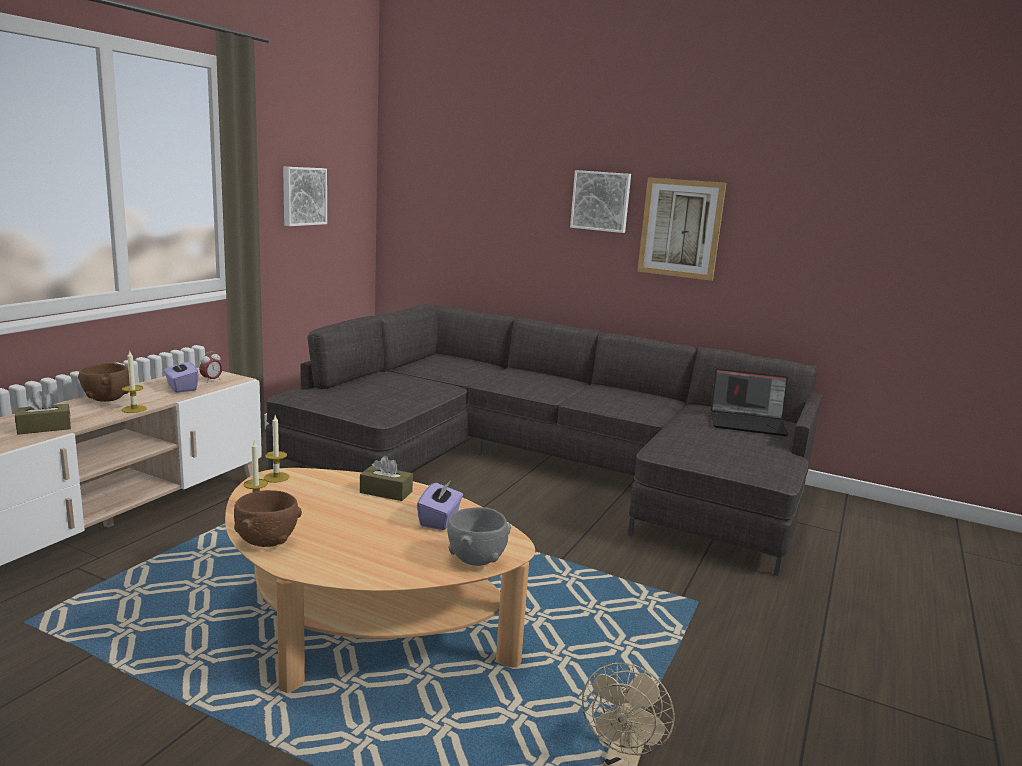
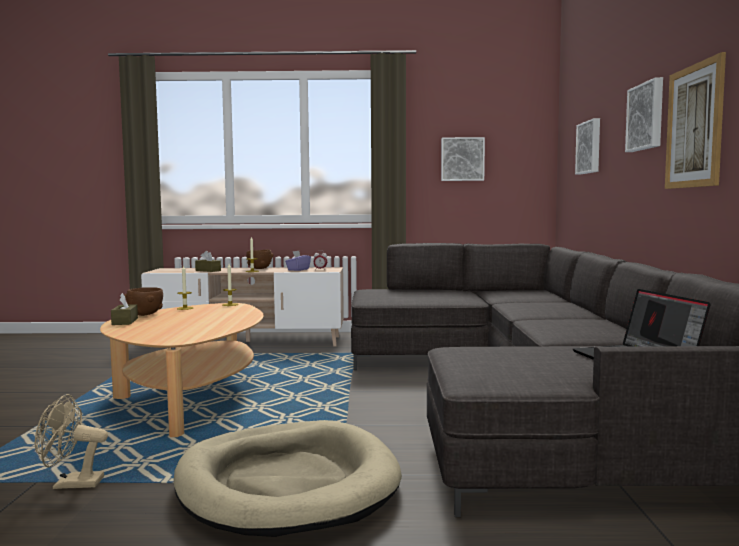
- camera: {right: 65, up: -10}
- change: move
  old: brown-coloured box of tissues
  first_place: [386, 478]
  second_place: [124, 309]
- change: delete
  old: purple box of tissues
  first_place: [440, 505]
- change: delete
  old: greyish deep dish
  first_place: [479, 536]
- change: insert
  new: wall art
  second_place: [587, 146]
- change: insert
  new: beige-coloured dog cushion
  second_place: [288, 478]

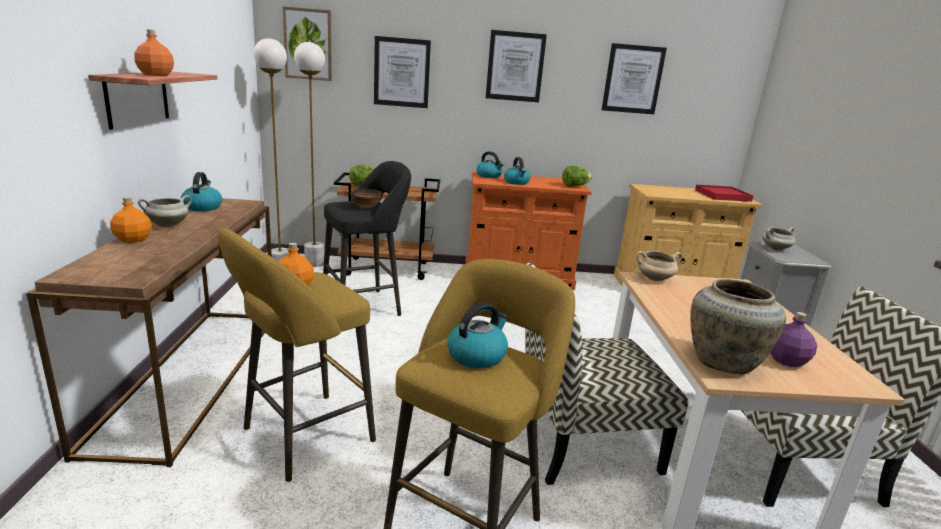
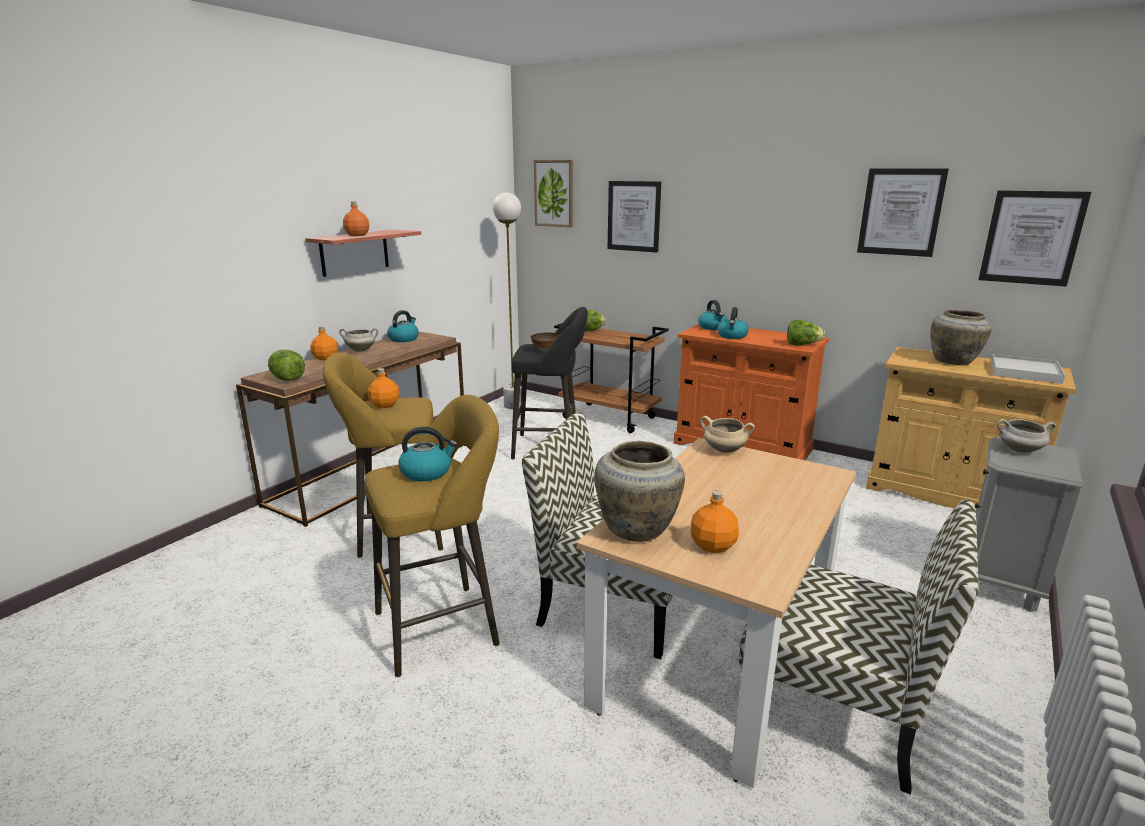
- camera: {right: 35, up: 0}
- change: move
  old: wall art
  first_place: [516, 66]
  second_place: [1034, 238]
- change: delete
  old: whitish standing lamp
  first_place: [309, 154]
- change: recolor
  old: reddish tray
  new: whitish tray
  first_place: [724, 193]
  second_place: [1028, 369]
- change: recolor
  old: purple drink bottle
  new: orange drink bottle
  first_place: [793, 339]
  second_place: [715, 521]
- change: insert
  new: beige-coloured flower vase
  second_place: [961, 337]
- change: insert
  new: lettuce
  second_place: [286, 365]

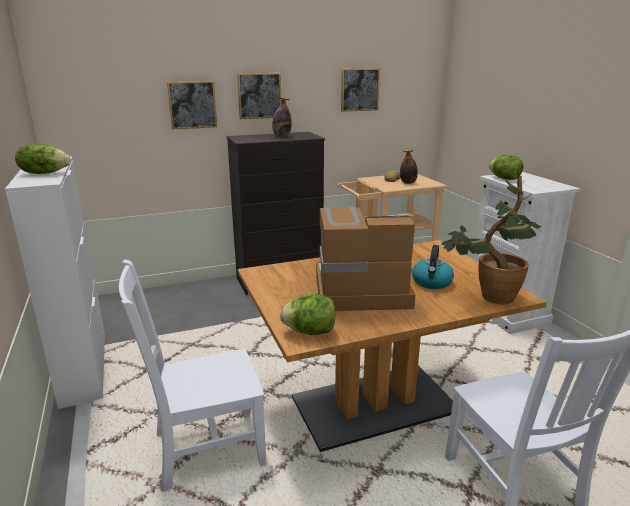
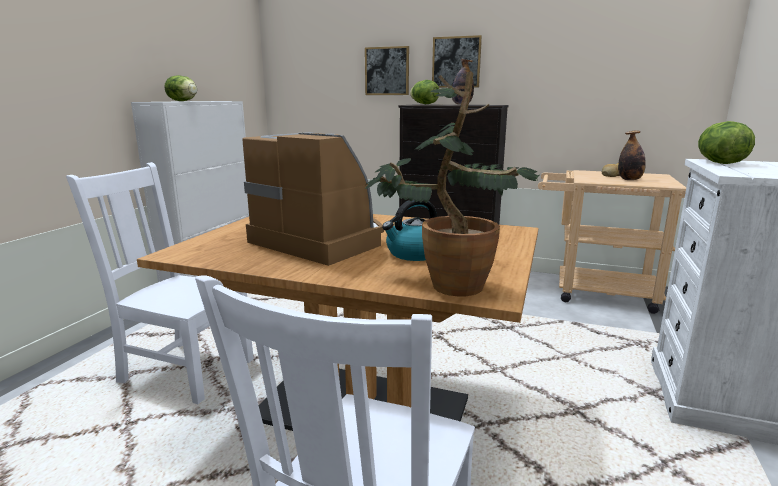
- camera: {right: 40, up: -5}
- change: delete
  old: wall art
  first_place: [360, 90]
- change: move
  old: lettuce
  first_place: [308, 314]
  second_place: [424, 92]

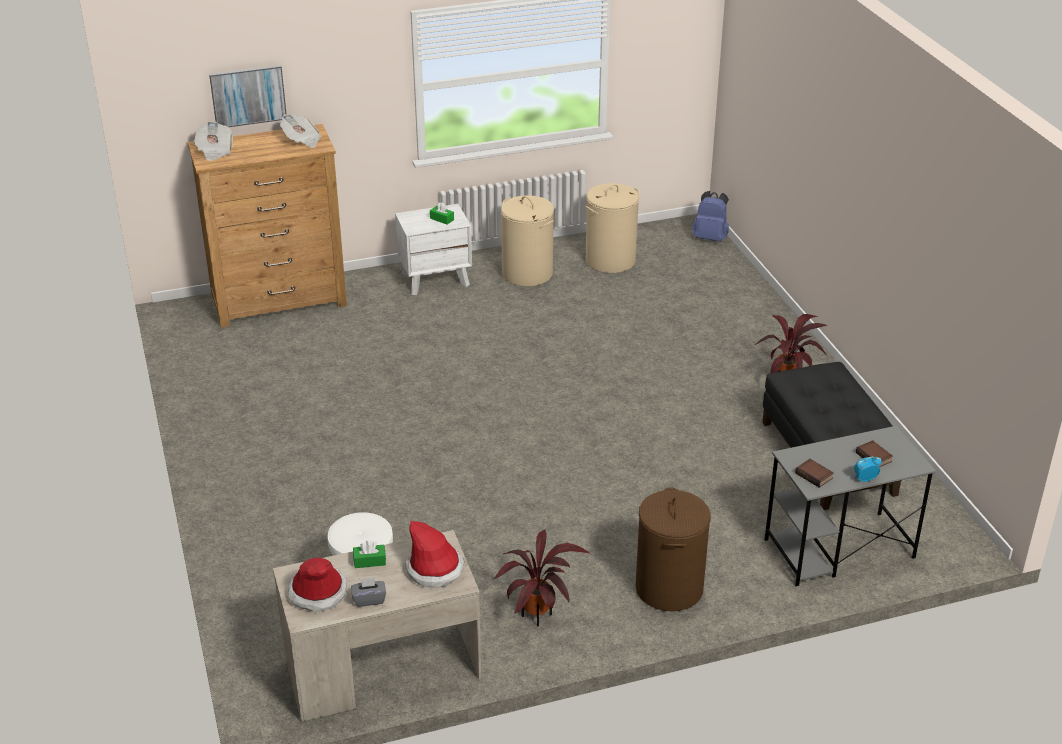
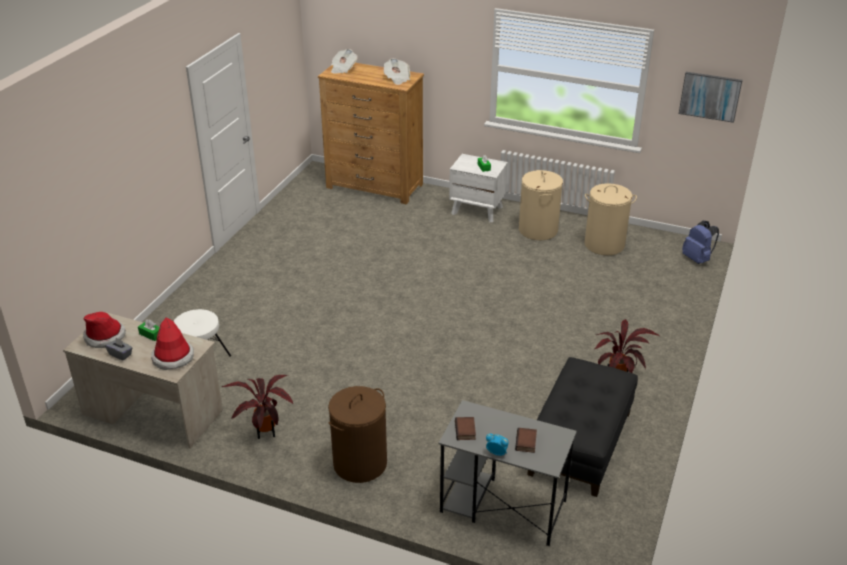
- camera: {right: 40, up: 0}
- change: move
  old: wall art
  first_place: [247, 96]
  second_place: [711, 97]

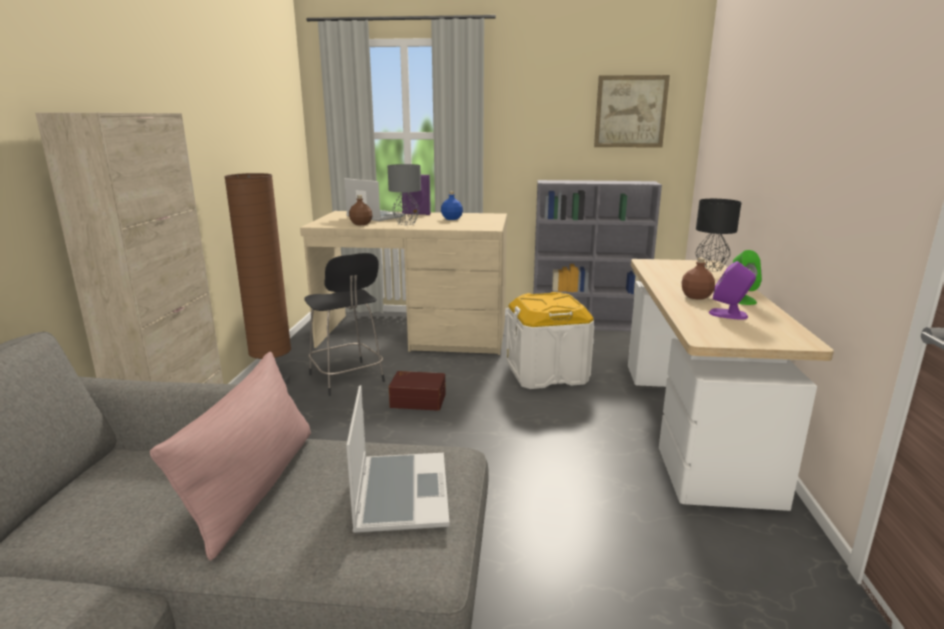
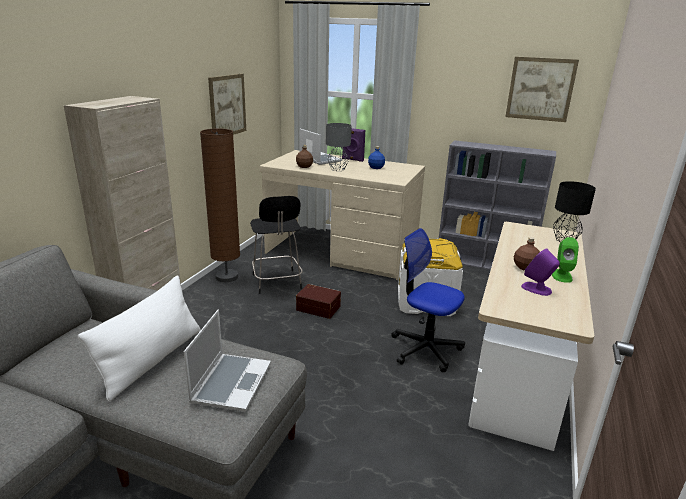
- camera: {right: 15, up: 5}
- change: recolor
  old: pink cushion
  new: whitish cushion
  first_place: [230, 455]
  second_place: [139, 338]
- change: insert
  new: wall art
  second_place: [227, 104]
- change: insert
  new: computer chair
  second_place: [428, 300]

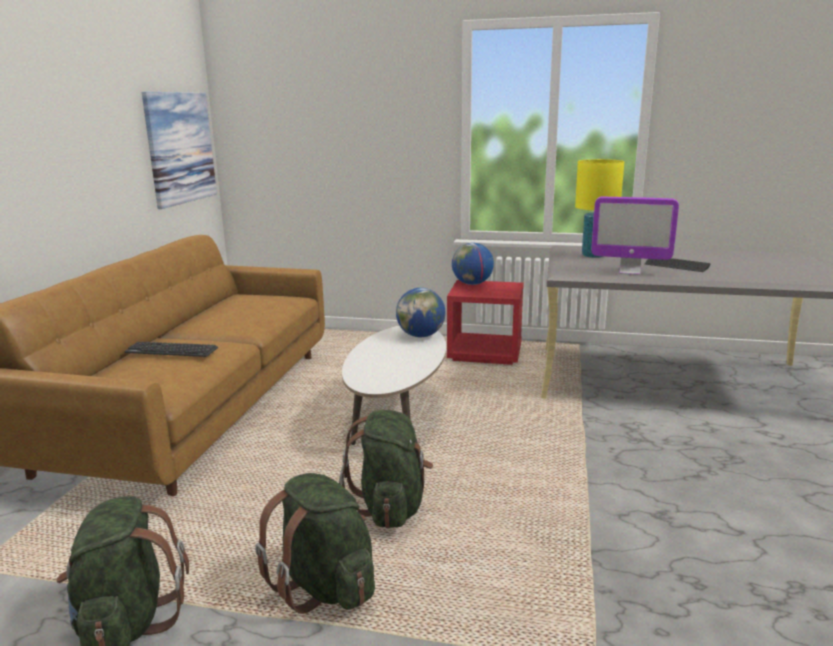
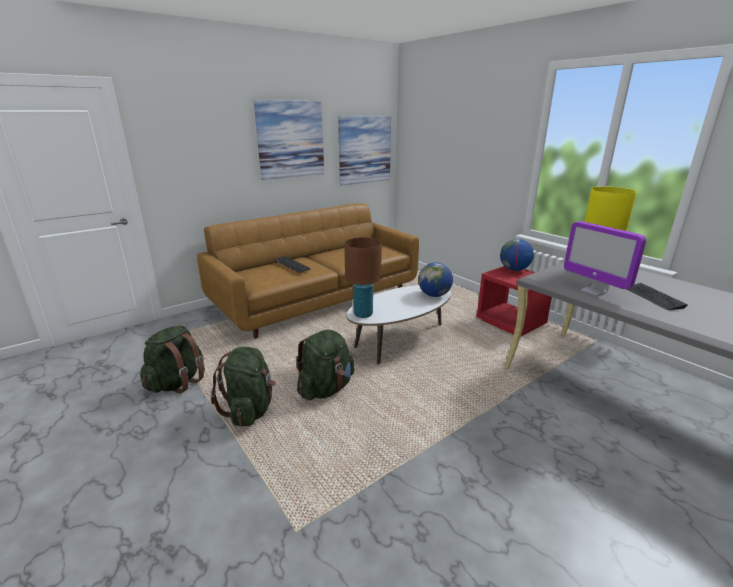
- camera: {right: 40, up: 5}
- change: insert
  new: wall art
  second_place: [289, 140]
- change: insert
  new: brown-coloured tabletop lamp
  second_place: [363, 277]

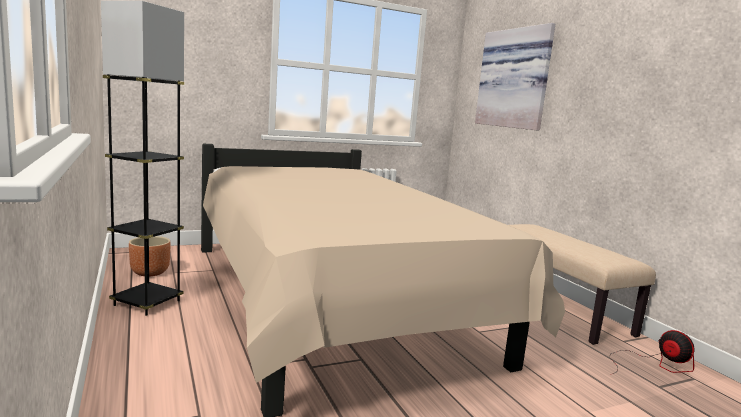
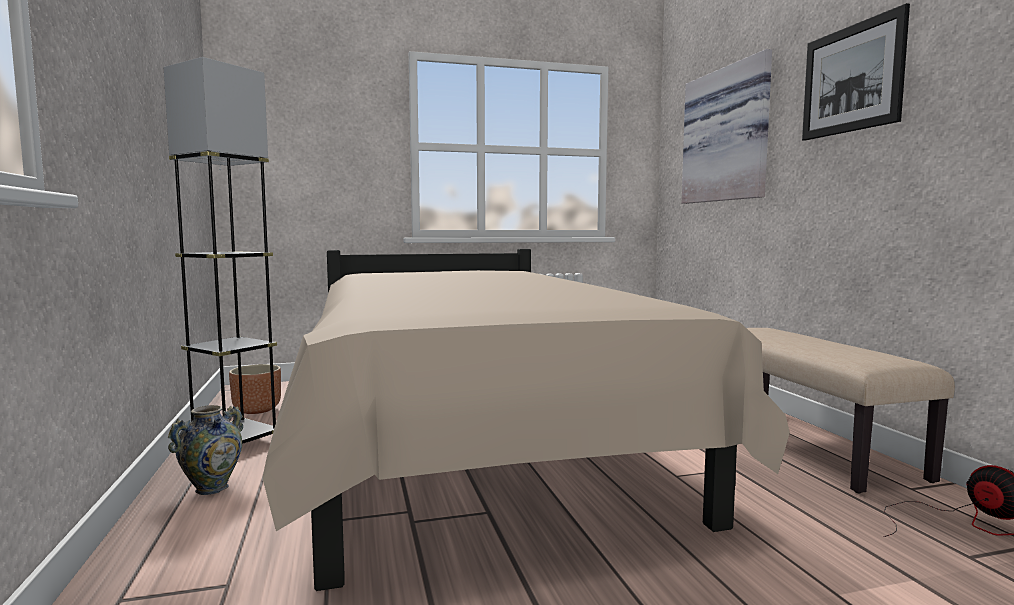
- camera: {right: 10, up: -5}
- change: insert
  new: wall art
  second_place: [856, 71]
- change: insert
  new: flower vase
  second_place: [205, 450]

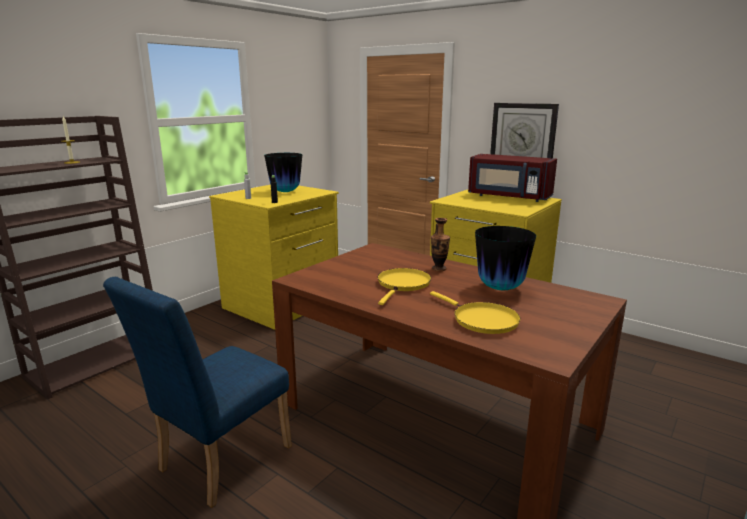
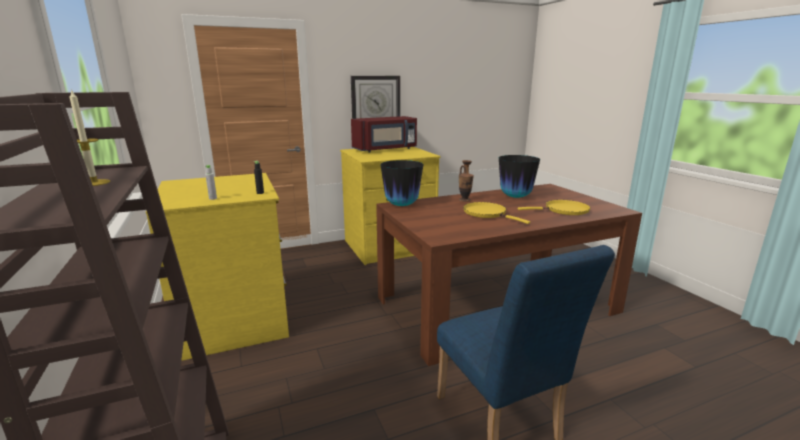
- camera: {right: -60, up: 0}
- change: move
  old: flower vase
  first_place: [283, 172]
  second_place: [401, 183]

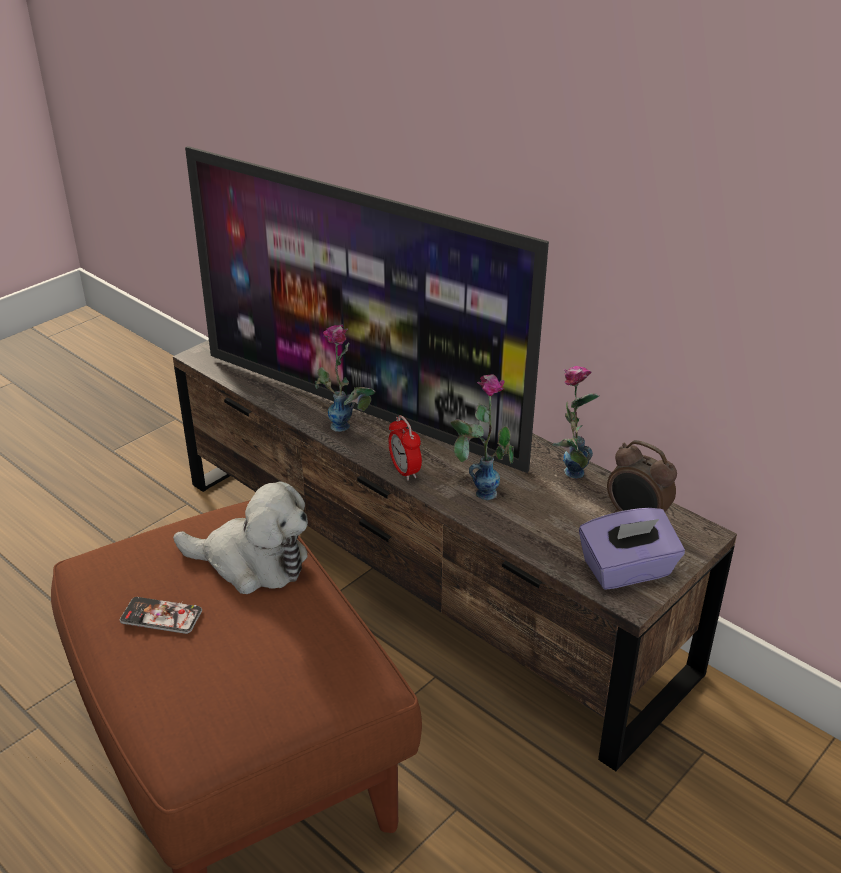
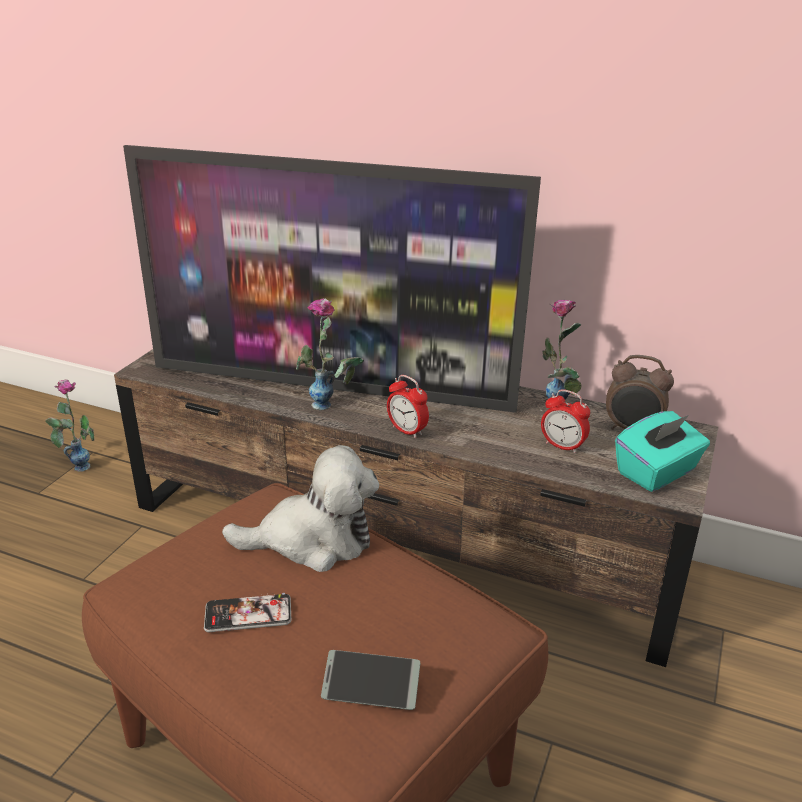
- camera: {right: -20, up: -5}
- change: move
  old: flower vase
  first_place: [482, 437]
  second_place: [70, 425]
- change: recolor
  old: purple box of tissues
  new: turquoise-coloured box of tissues
  first_place: [632, 549]
  second_place: [662, 451]
- change: insert
  new: bedside clock
  second_place: [565, 421]
- change: insert
  new: telephone
  second_place: [370, 680]

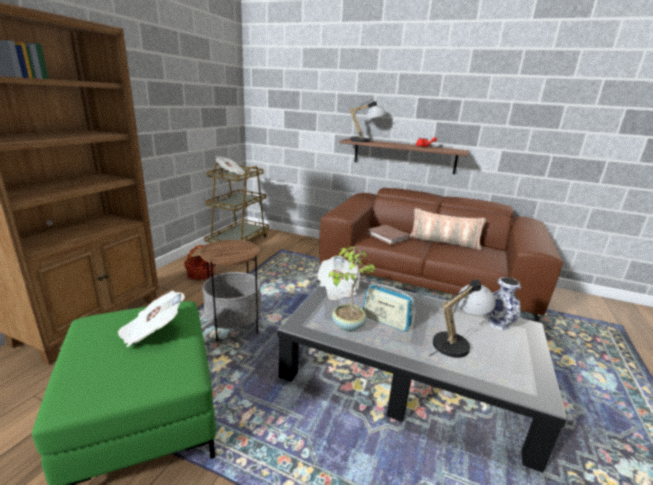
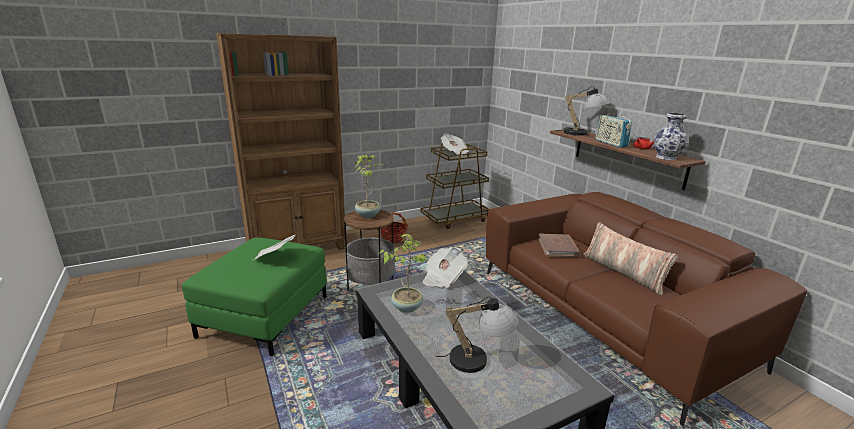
- camera: {right: 40, up: 0}
- change: move
  old: flower vase
  first_place: [503, 303]
  second_place: [670, 136]
- change: move
  old: radio receiver
  first_place: [388, 306]
  second_place: [613, 129]
- change: insert
  new: potted plant
  second_place: [369, 185]

